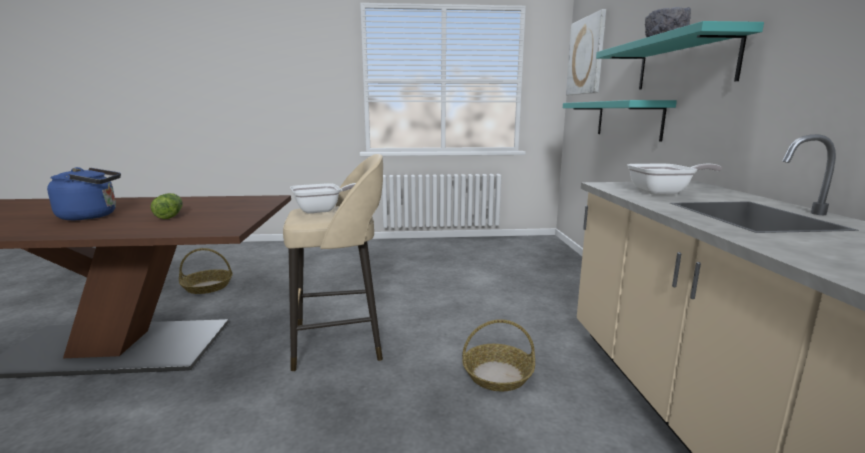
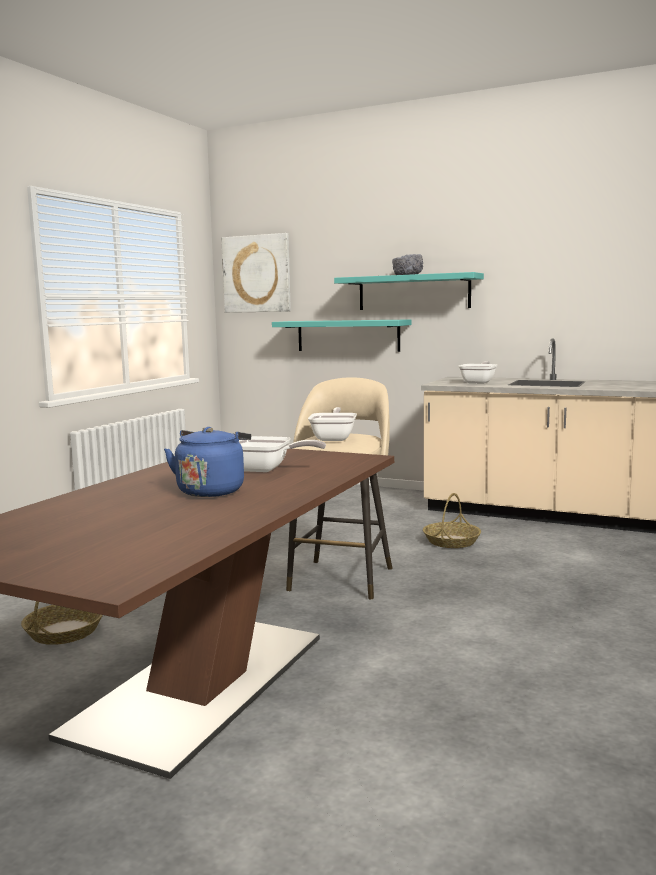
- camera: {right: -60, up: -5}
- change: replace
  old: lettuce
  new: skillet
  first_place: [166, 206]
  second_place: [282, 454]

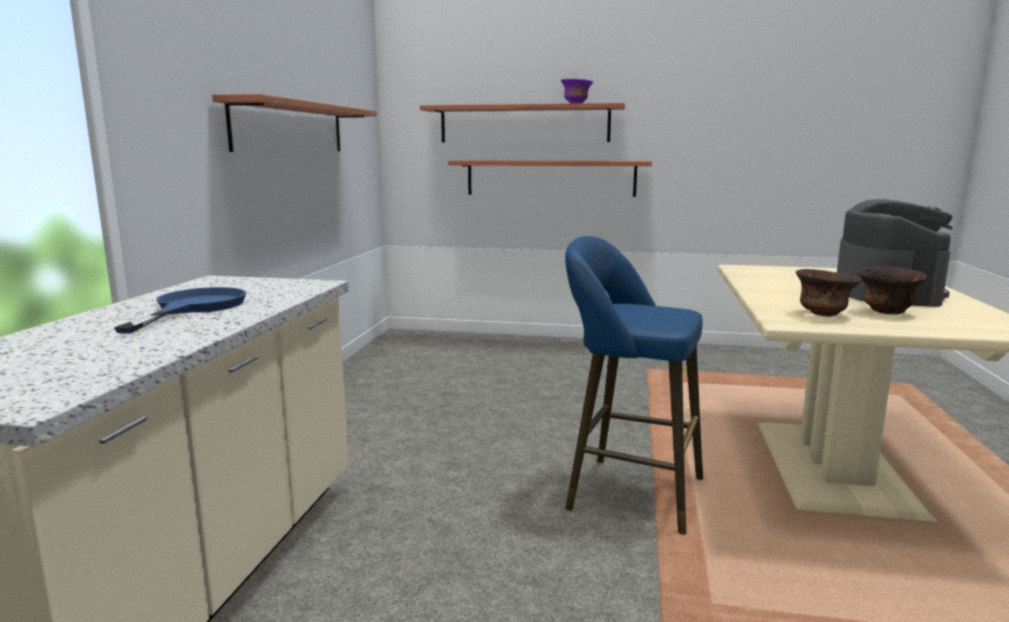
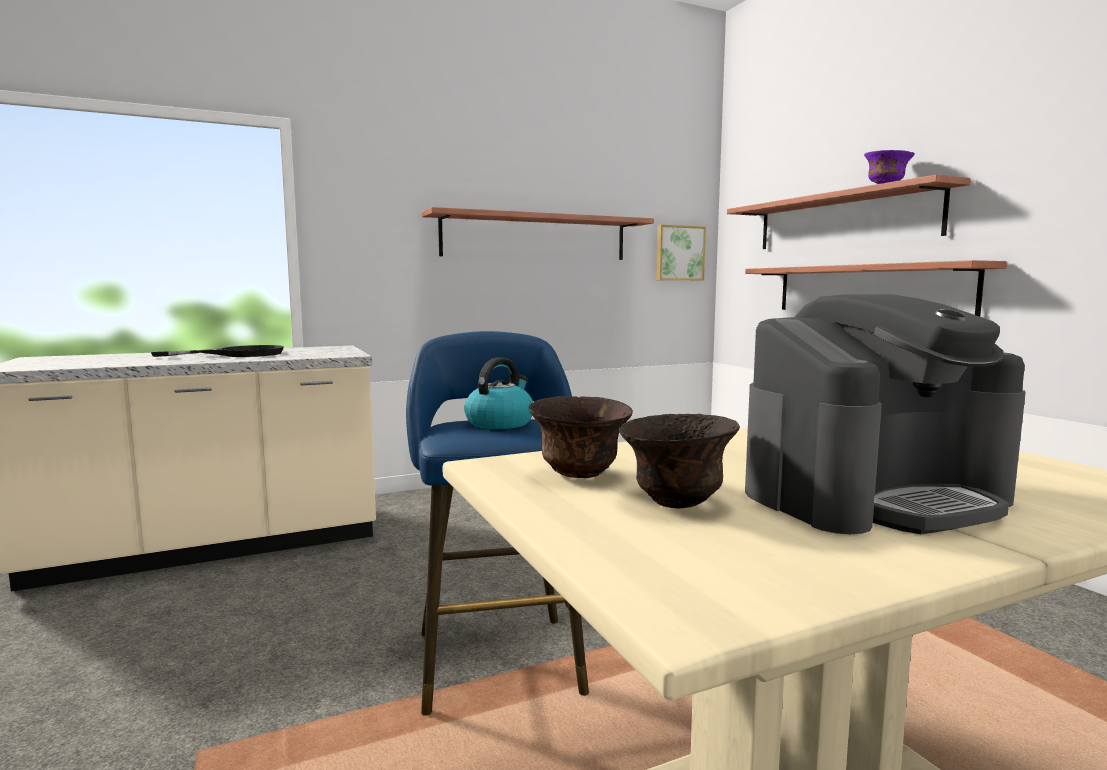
- camera: {right: 55, up: -5}
- change: recolor
  old: bluish skillet
  new: black-coloured skillet
  first_place: [180, 310]
  second_place: [217, 351]
- change: insert
  new: wall art
  second_place: [681, 252]
- change: insert
  new: water kettle
  second_place: [498, 393]

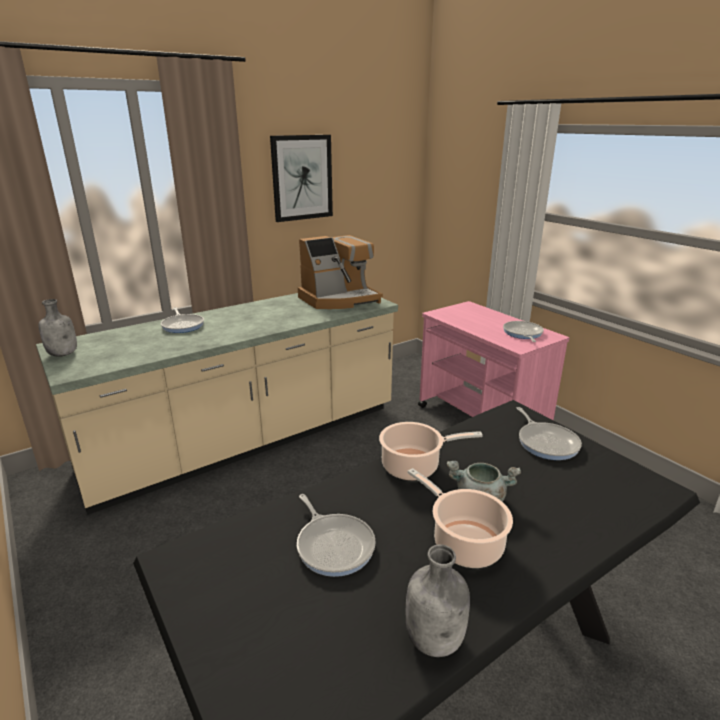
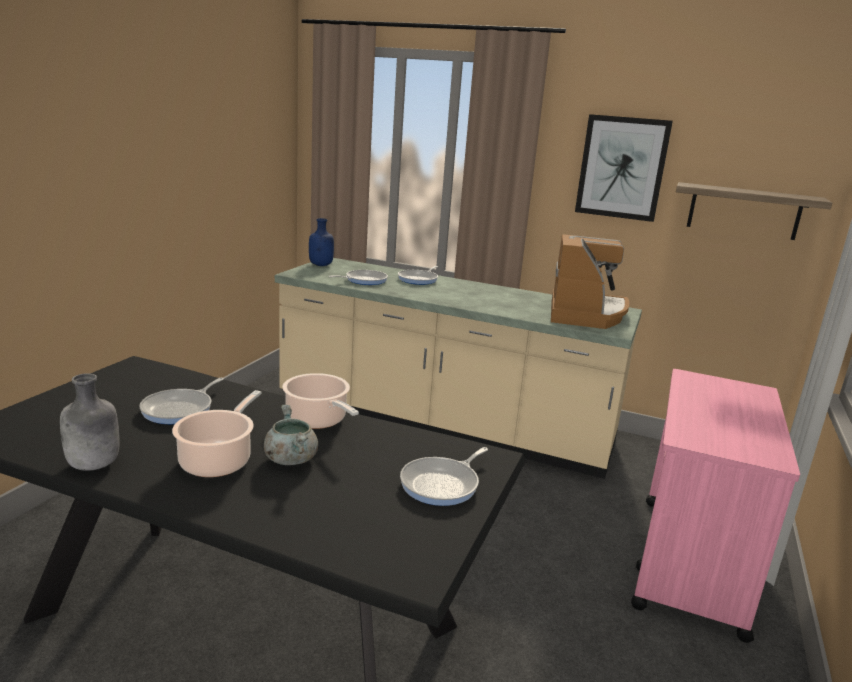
- camera: {right: 55, up: -5}
- change: rotate
  old: coffee machine
  first_place: [340, 272]
  second_place: [590, 281]
  degrees: -105
- change: recolor
  old: greyish drink bottle
  new: bluish drink bottle
  first_place: [57, 328]
  second_place: [321, 242]
- change: move
  old: skillet
  first_place: [523, 331]
  second_place: [358, 277]
- change: insert
  new: bracket shelf
  second_place: [754, 211]

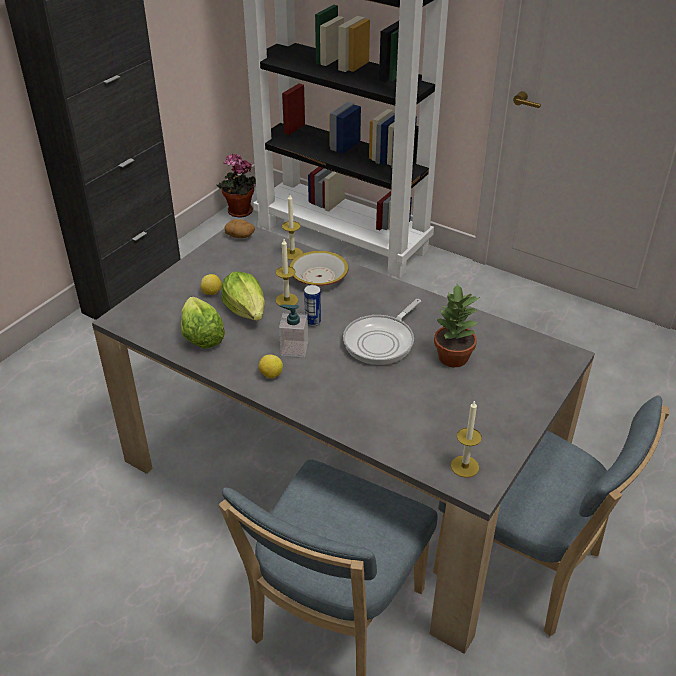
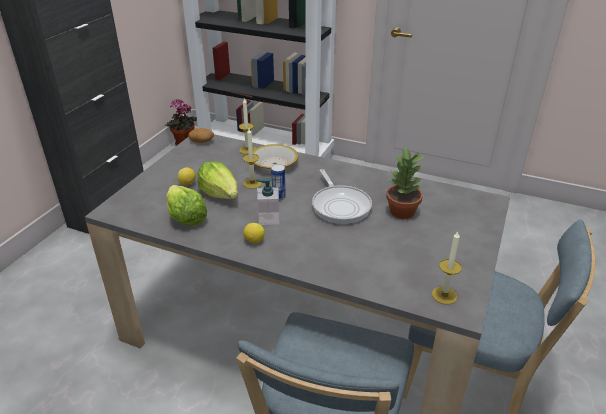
- camera: {right: -10, up: -5}
- change: rotate
  old: skillet
  first_place: [382, 332]
  second_place: [342, 196]
  degrees: -45

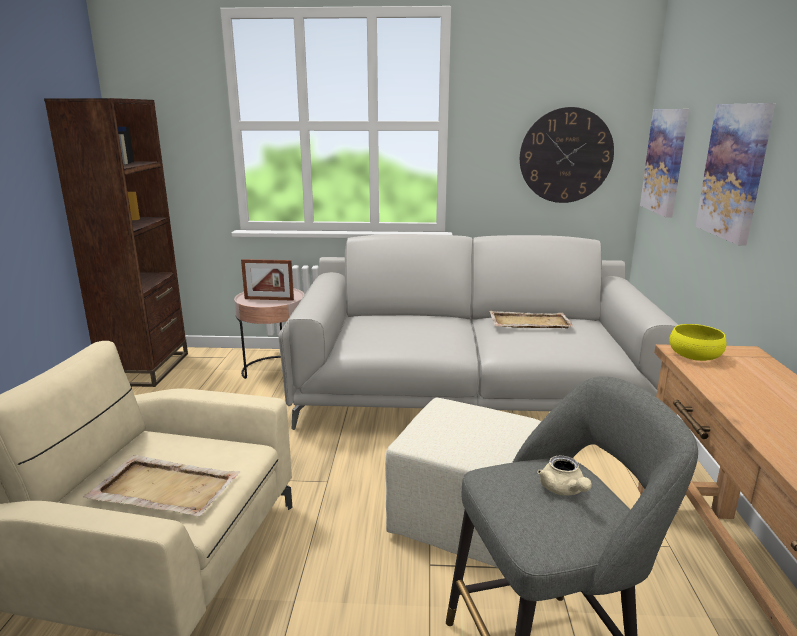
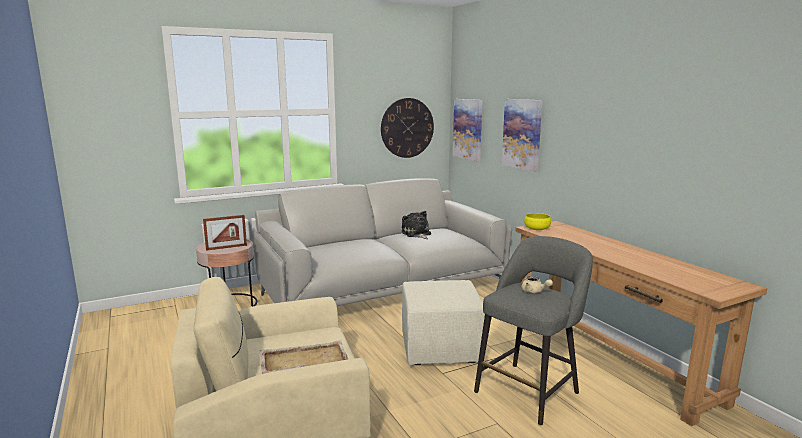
- camera: {right: -30, up: -5}
- change: delete
  old: brown-coloured bookcase
  first_place: [116, 242]
- change: replace
  old: beige-coloured tray
  new: soft toy
  first_place: [532, 320]
  second_place: [416, 225]

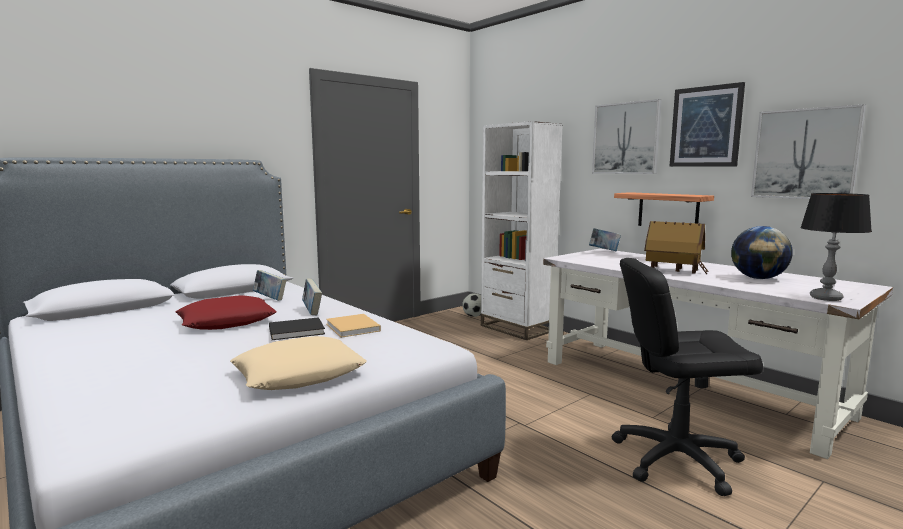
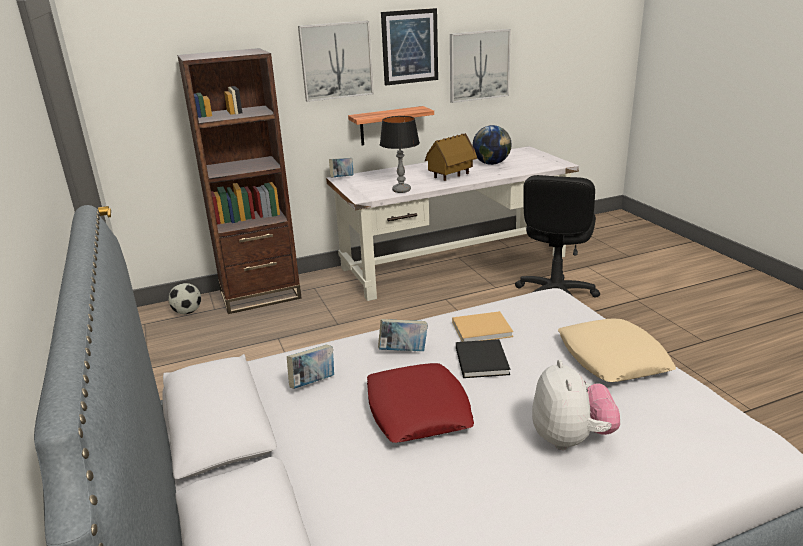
- camera: {right: -70, up: 15}
- change: recolor
  old: whitish bookcase
  new: brown-coloured bookcase
  first_place: [522, 230]
  second_place: [239, 181]
- change: move
  old: tabletop lamp
  first_place: [836, 247]
  second_place: [400, 154]
- change: insert
  new: soft toy
  second_place: [576, 404]

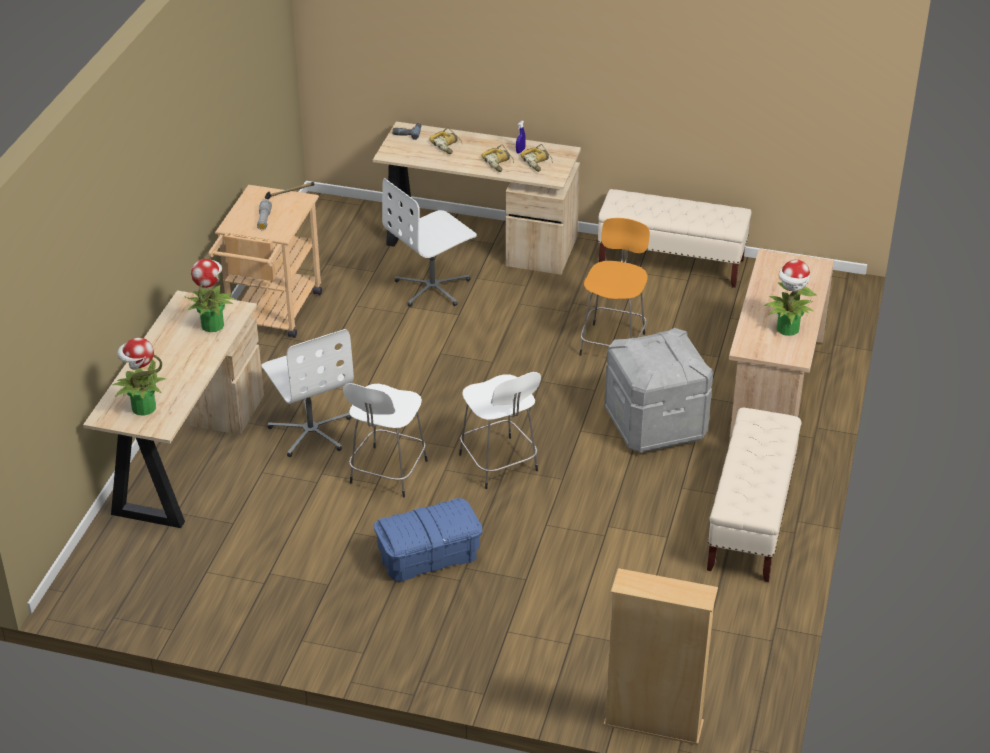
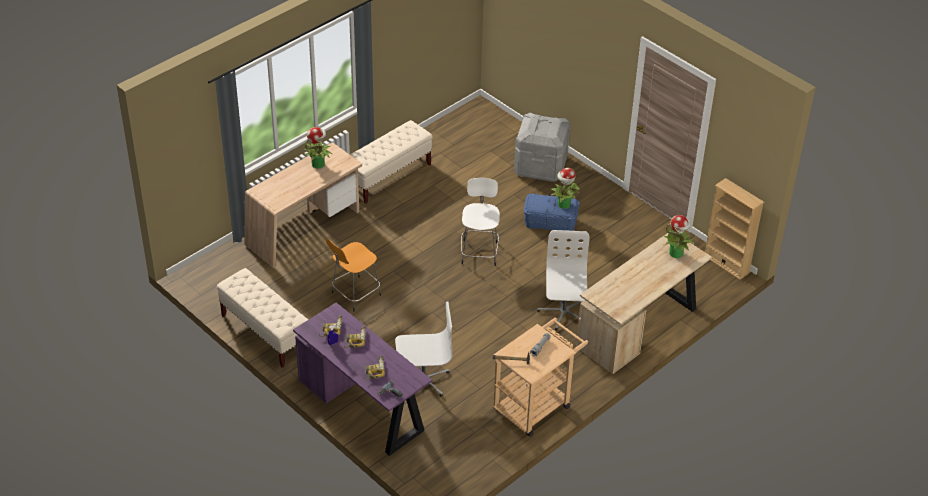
- camera: {right: -150, up: 5}
- change: recolor
  old: beige-coloured desk unit
  new: purple desk unit
  first_place: [477, 198]
  second_place: [362, 379]
- change: move
  old: potted plant
  first_place: [211, 295]
  second_place: [565, 188]
- change: move
  old: greyish storage bin
  first_place: [658, 390]
  second_place: [542, 147]
- change: delete
  old: whitish stool
  first_place: [385, 440]
- change: move
  old: beige-coloured bookcase
  first_place: [660, 656]
  second_place: [734, 229]

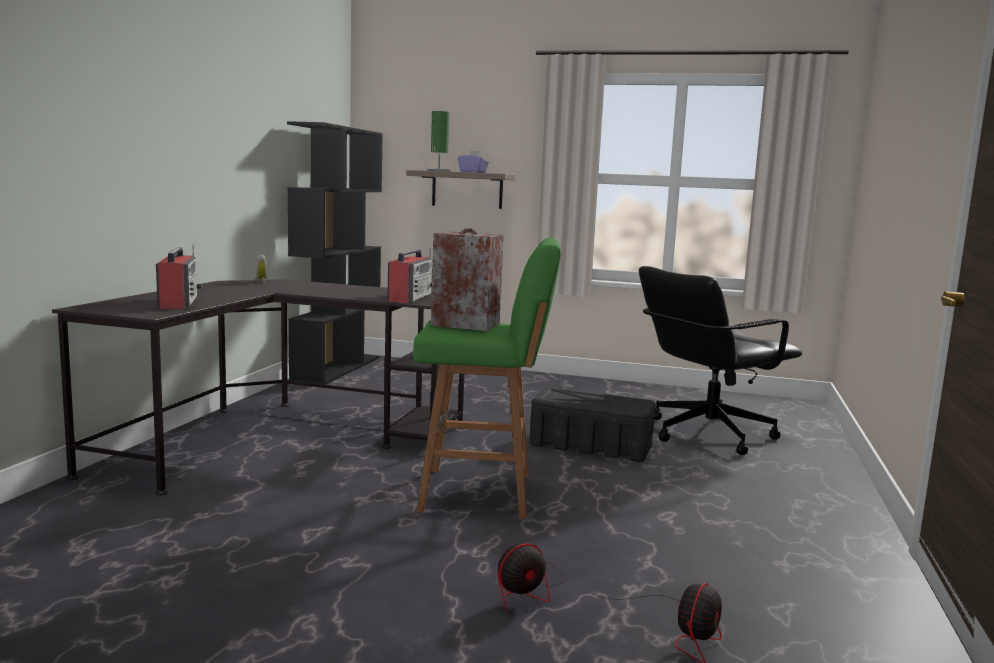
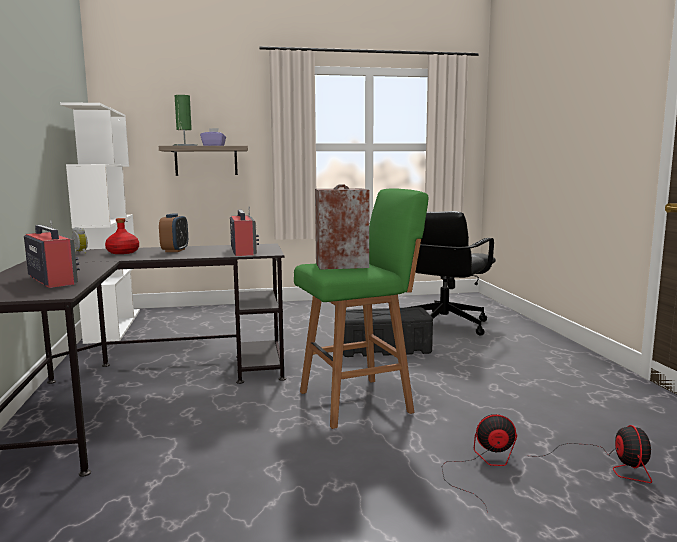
- camera: {right: -25, up: 0}
- change: recolor
  old: black-coloured bookcase
  new: whitish bookcase
  first_place: [335, 253]
  second_place: [100, 223]
- change: rotate
  old: cooling fan
  first_place: [528, 578]
  second_place: [479, 463]
  degrees: -120
- change: insert
  new: bedside clock
  second_place: [173, 233]
- change: insert
  new: reddish drink bottle
  second_place: [122, 236]

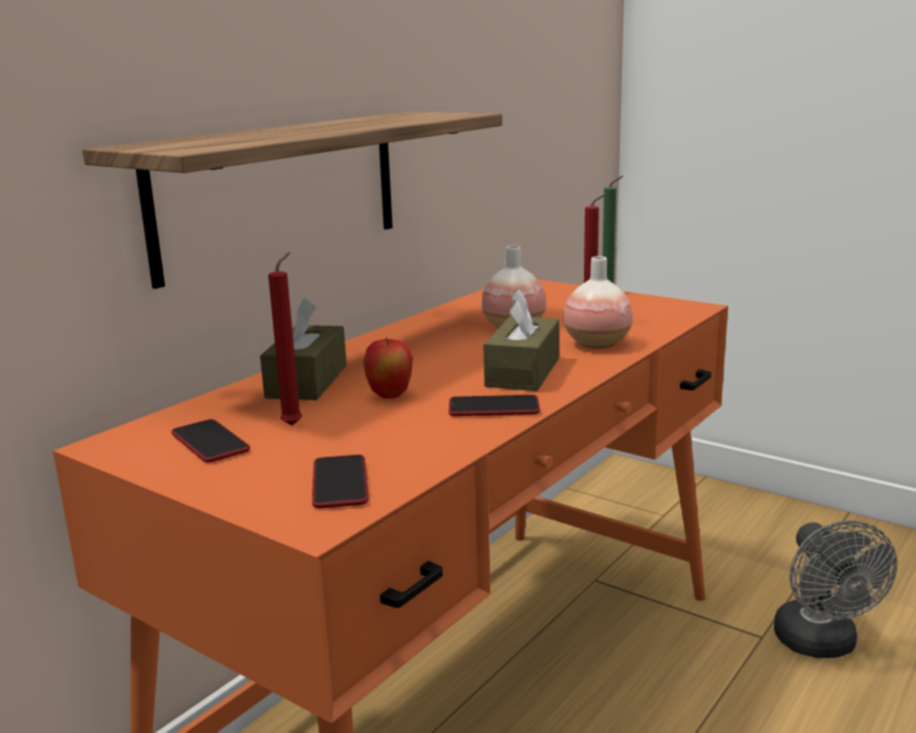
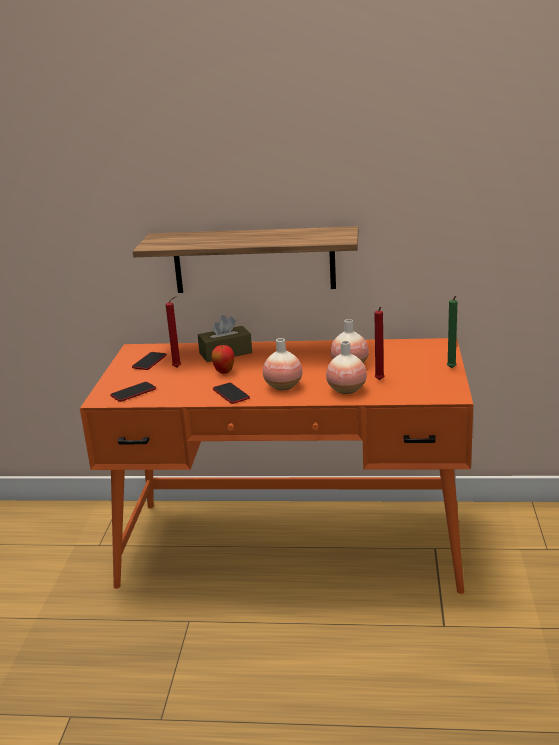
- camera: {right: 60, up: 5}
- change: replace
  old: brown-coloured box of tissues
  new: flower vase
  first_place: [521, 340]
  second_place: [282, 364]
- change: delete
  old: greyish cooling fan
  first_place: [835, 589]

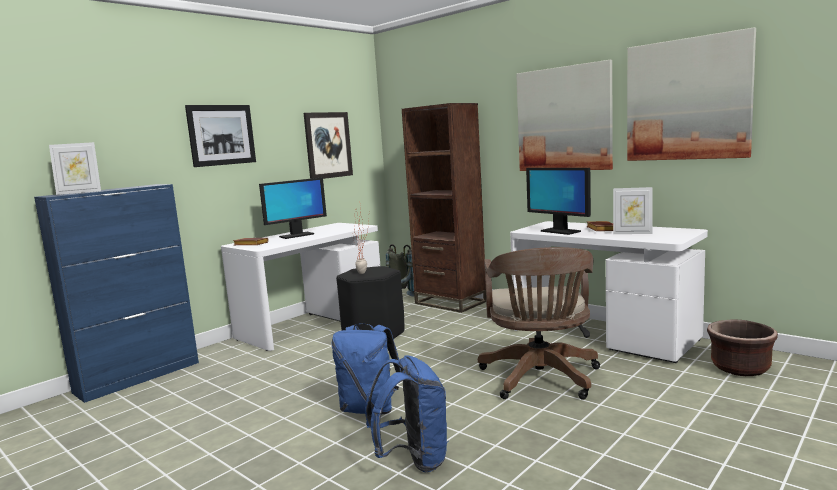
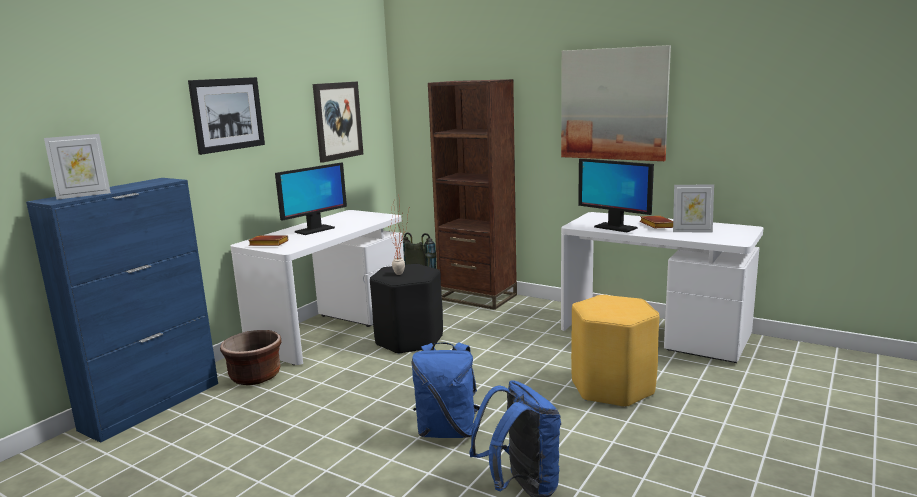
- camera: {right: -10, up: 5}
- change: delete
  old: wall art
  first_place: [691, 94]
- change: replace
  old: brown-coloured computer chair
  new: yellow stool
  first_place: [539, 323]
  second_place: [615, 351]
- change: move
  old: brown-coloured planter
  first_place: [742, 348]
  second_place: [251, 357]

